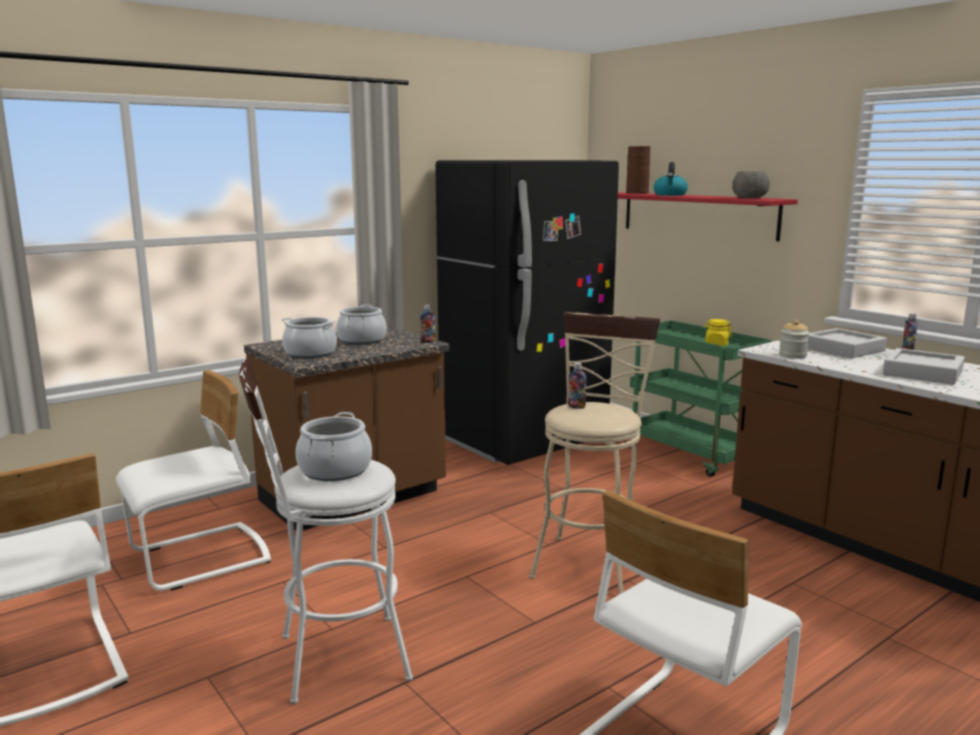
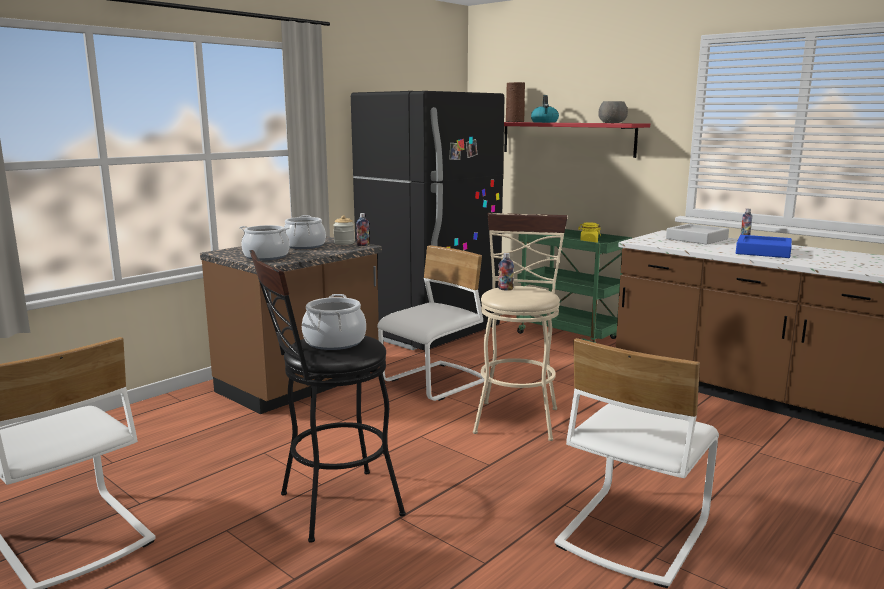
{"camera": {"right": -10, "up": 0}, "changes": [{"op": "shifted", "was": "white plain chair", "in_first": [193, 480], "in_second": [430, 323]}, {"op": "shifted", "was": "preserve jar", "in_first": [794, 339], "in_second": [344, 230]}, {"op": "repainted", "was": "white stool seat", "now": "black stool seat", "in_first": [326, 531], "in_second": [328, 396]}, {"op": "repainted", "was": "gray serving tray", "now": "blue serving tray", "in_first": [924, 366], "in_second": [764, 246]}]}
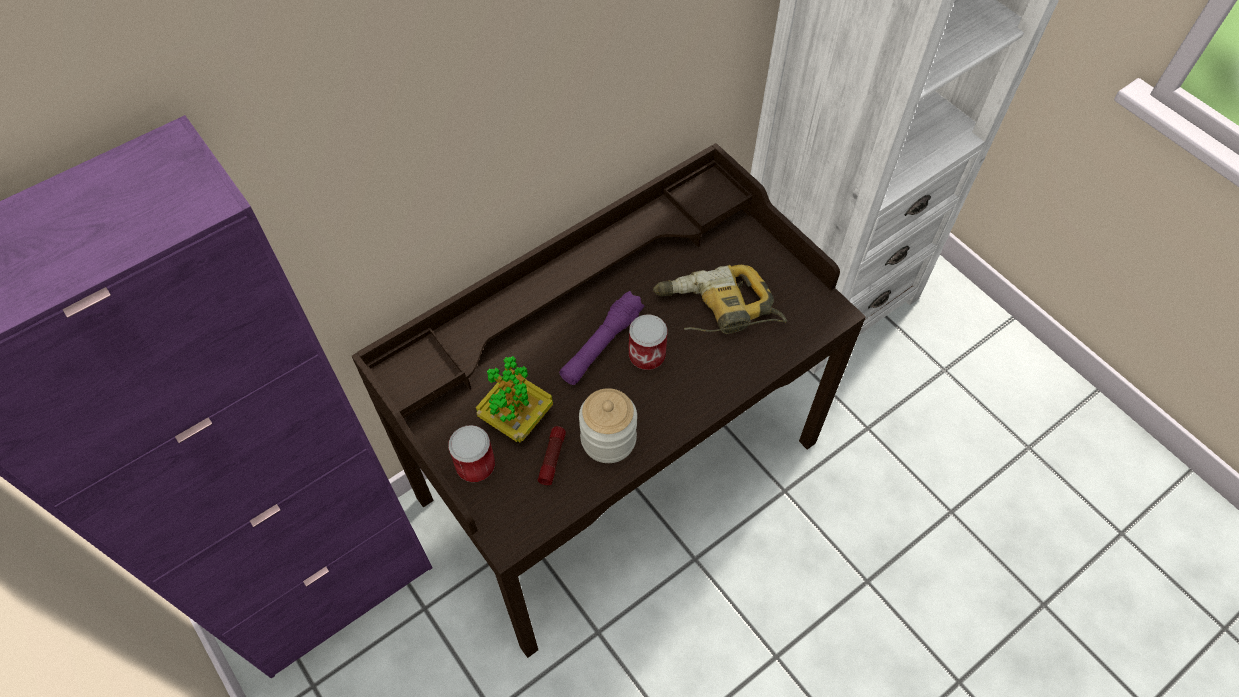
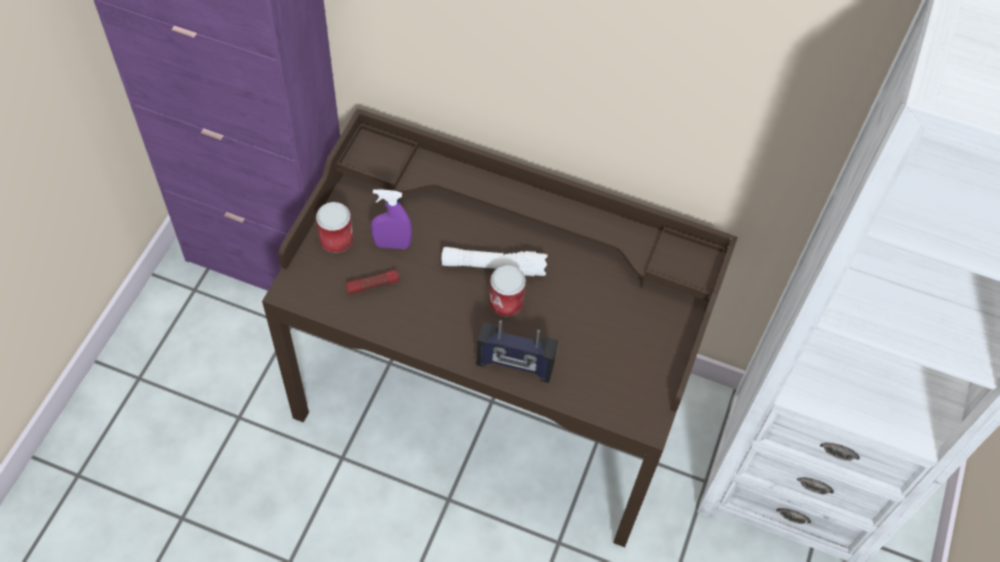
{"camera": {"right": 55, "up": 0}, "changes": [{"op": "gone", "was": "preserve jar", "in_first": [608, 425]}, {"op": "gone", "was": "electric drill", "in_first": [720, 299]}, {"op": "new", "now": "radio set", "in_second": [517, 351]}, {"op": "swapped", "was": "houseplant", "now": "purple sprayer", "in_first": [514, 399], "in_second": [391, 219]}, {"op": "repainted", "was": "purple flashlight", "now": "white flashlight", "in_first": [602, 338], "in_second": [494, 261]}]}
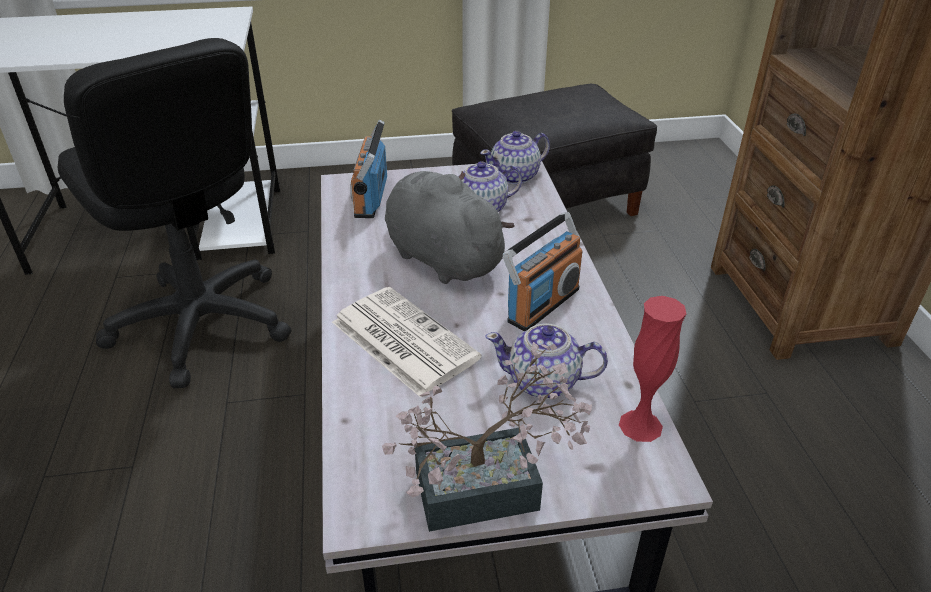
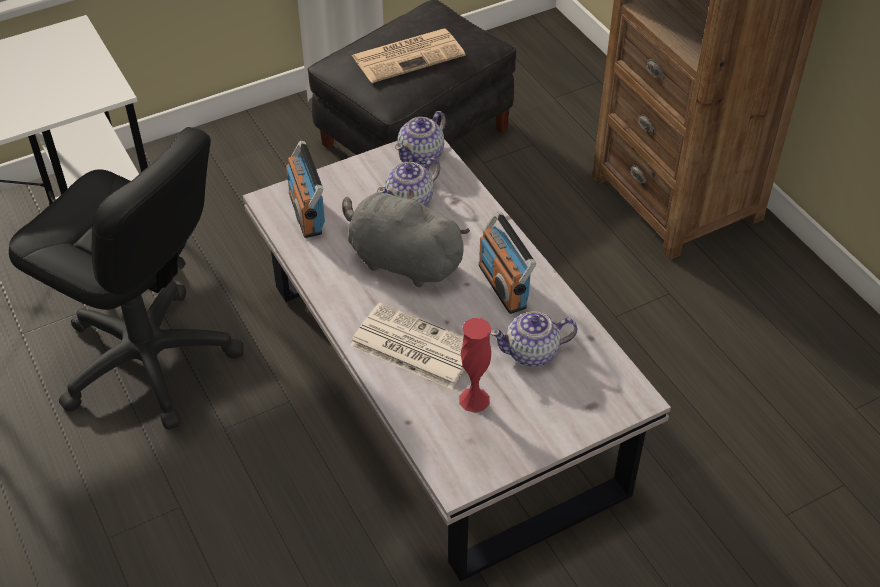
{"camera": {"right": -20, "up": 10}, "changes": [{"op": "gone", "was": "houseplant", "in_first": [487, 437]}, {"op": "new", "now": "daily paper", "in_second": [408, 55]}, {"op": "shifted", "was": "reddish flower vase", "in_first": [652, 369], "in_second": [475, 365]}, {"op": "rotated", "was": "radio set", "in_first": [542, 271], "in_second": [507, 262], "clockwise": 135}]}
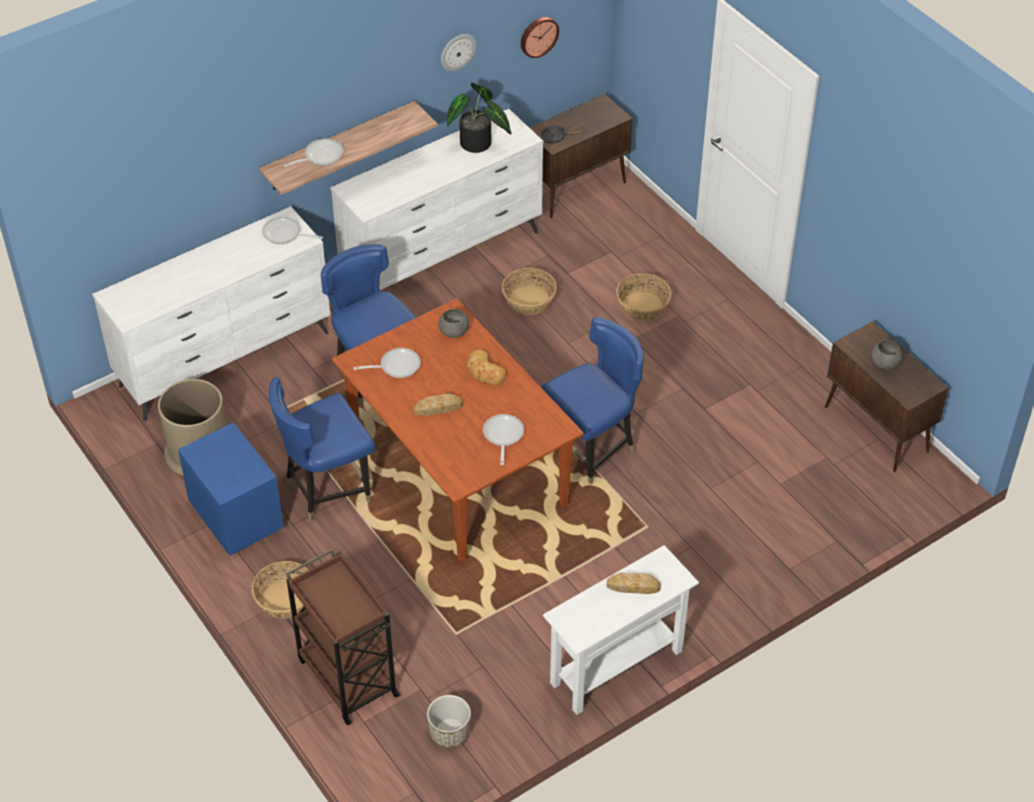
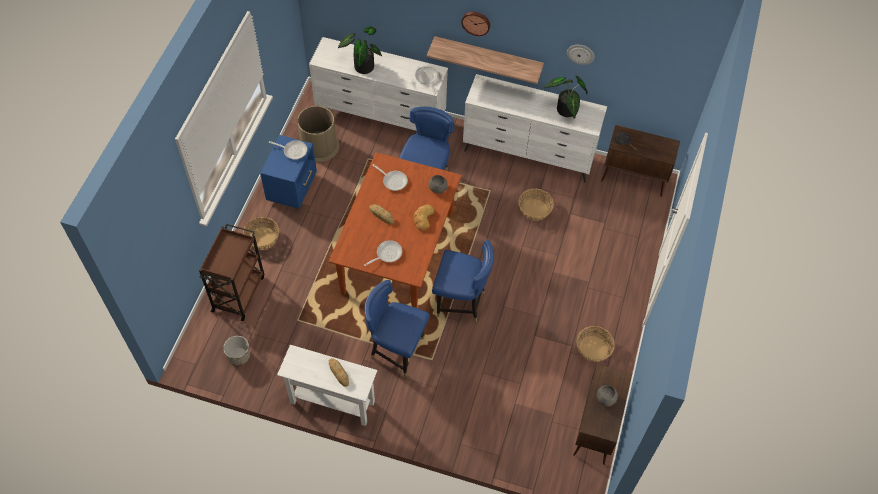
{"camera": {"right": 50, "up": 10}, "changes": [{"op": "new", "now": "houseplant", "in_second": [360, 50]}, {"op": "shifted", "was": "blue plain chair", "in_first": [322, 449], "in_second": [397, 328]}, {"op": "shifted", "was": "pan", "in_first": [314, 153], "in_second": [288, 150]}, {"op": "shifted", "was": "clock on the wall", "in_first": [540, 37], "in_second": [475, 24]}, {"op": "shifted", "was": "storage basket", "in_first": [643, 297], "in_second": [595, 344]}]}
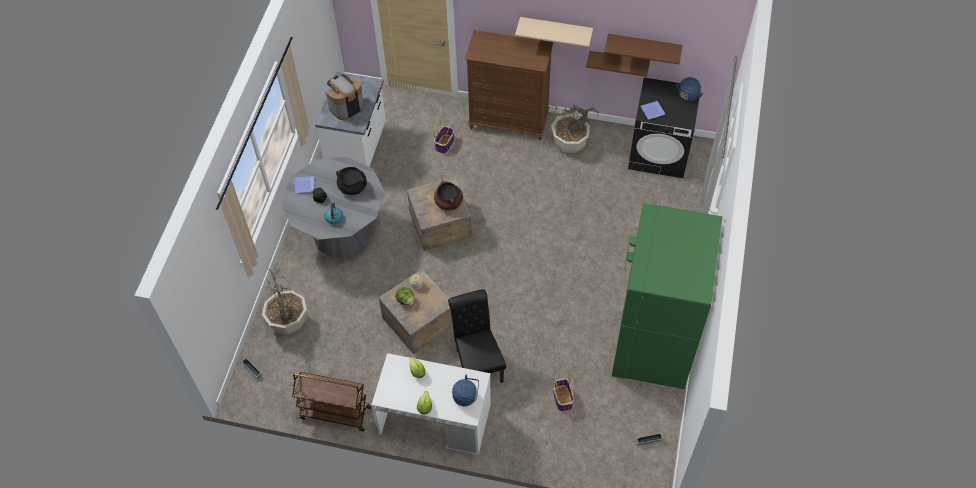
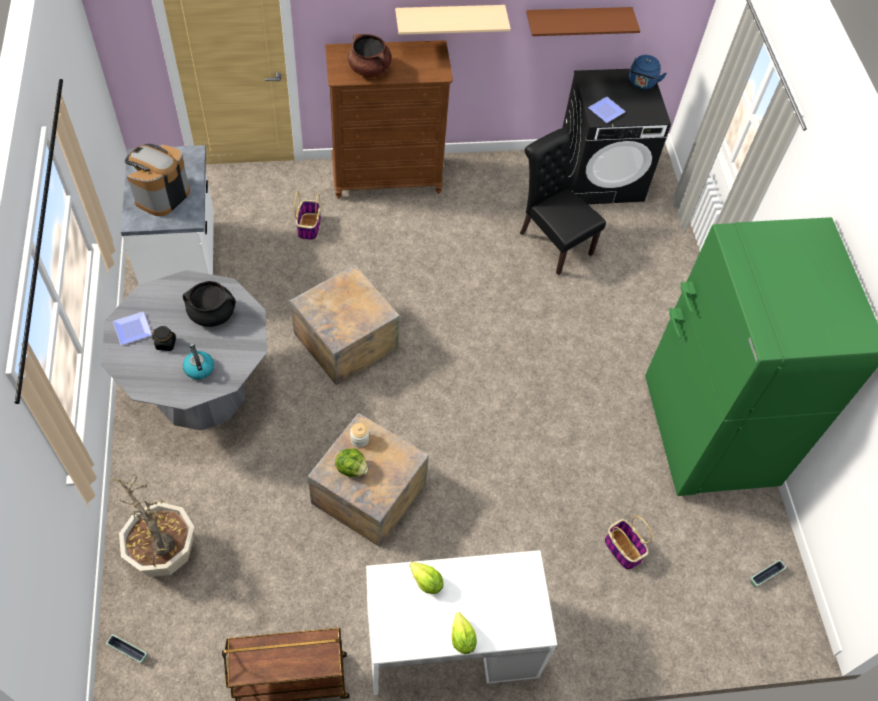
{"camera": {"right": -25, "up": 0}, "changes": [{"op": "gone", "was": "blue water kettle", "in_first": [465, 390]}, {"op": "gone", "was": "houseplant", "in_first": [574, 129]}, {"op": "gone", "was": "brown-coloured bracket shelf", "in_first": [618, 64]}, {"op": "shifted", "was": "brown-coloured saucepot", "in_first": [448, 195], "in_second": [369, 55]}, {"op": "shifted", "was": "black plain chair", "in_first": [477, 336], "in_second": [563, 201]}]}
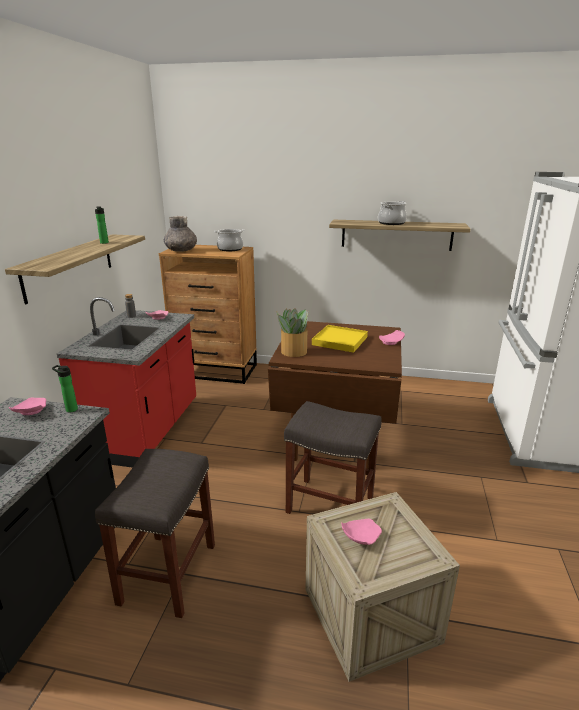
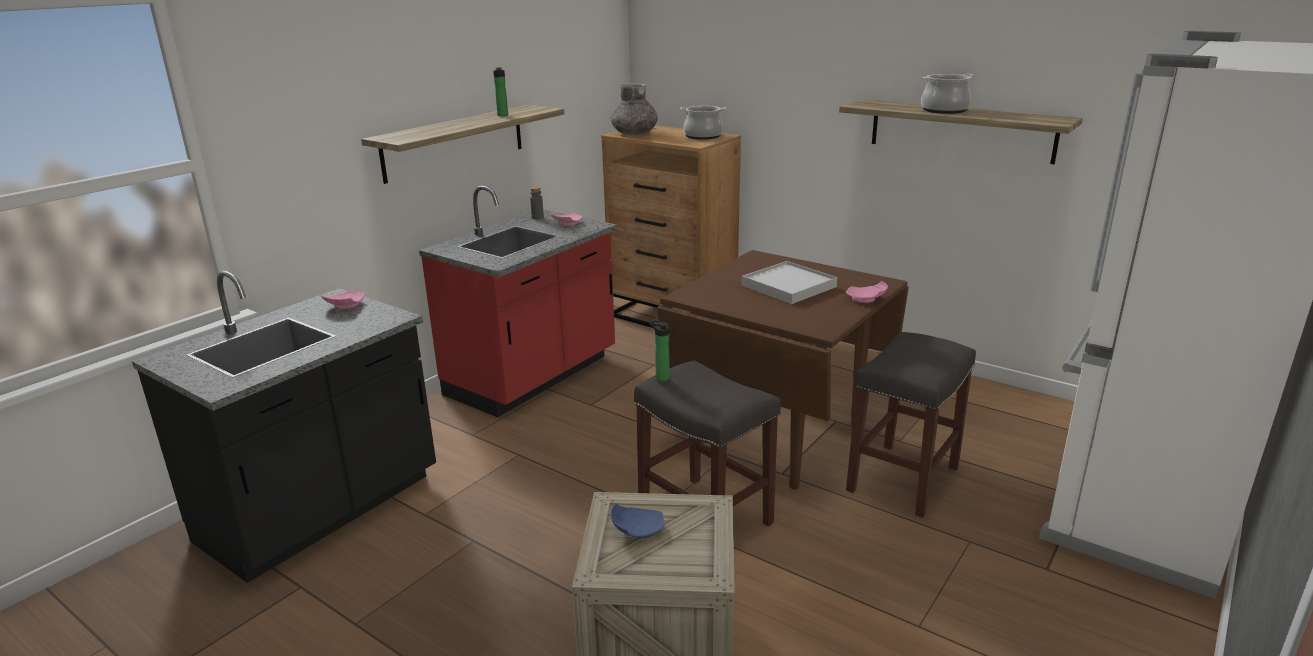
{"camera": {"right": 25, "up": 0}, "changes": [{"op": "gone", "was": "houseplant", "in_first": [292, 332]}, {"op": "shifted", "was": "beverage bottle", "in_first": [65, 388], "in_second": [660, 350]}, {"op": "shifted", "was": "gray stool seat", "in_first": [155, 533], "in_second": [911, 425]}, {"op": "repainted", "was": "yellow serving tray", "now": "white serving tray", "in_first": [340, 339], "in_second": [789, 282]}, {"op": "repainted", "was": "pinkish plate", "now": "blue plate", "in_first": [361, 532], "in_second": [638, 520]}]}
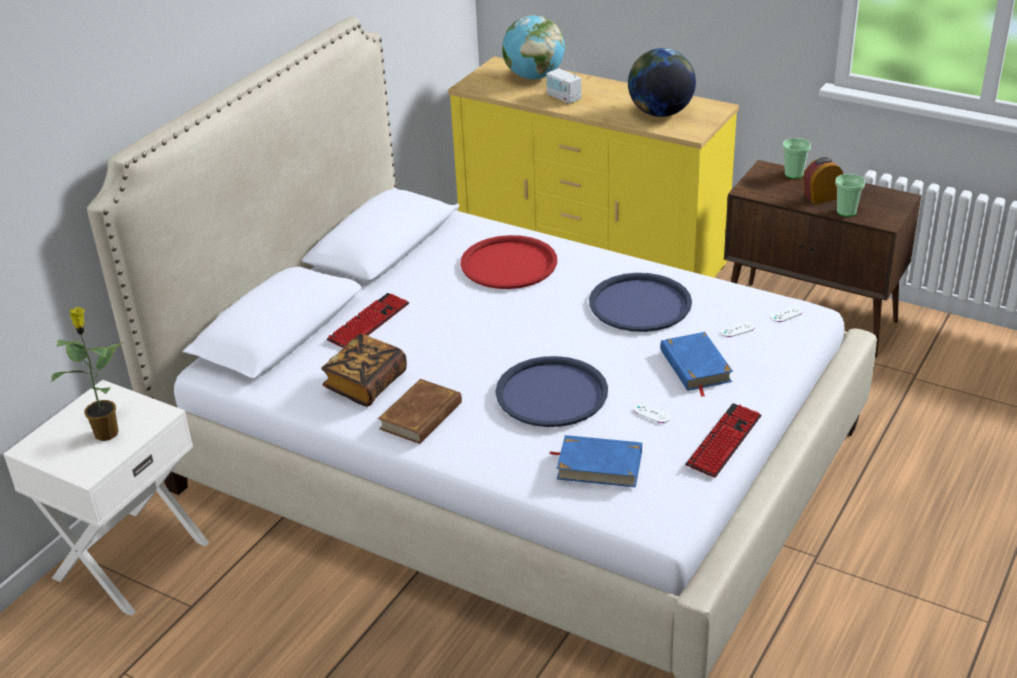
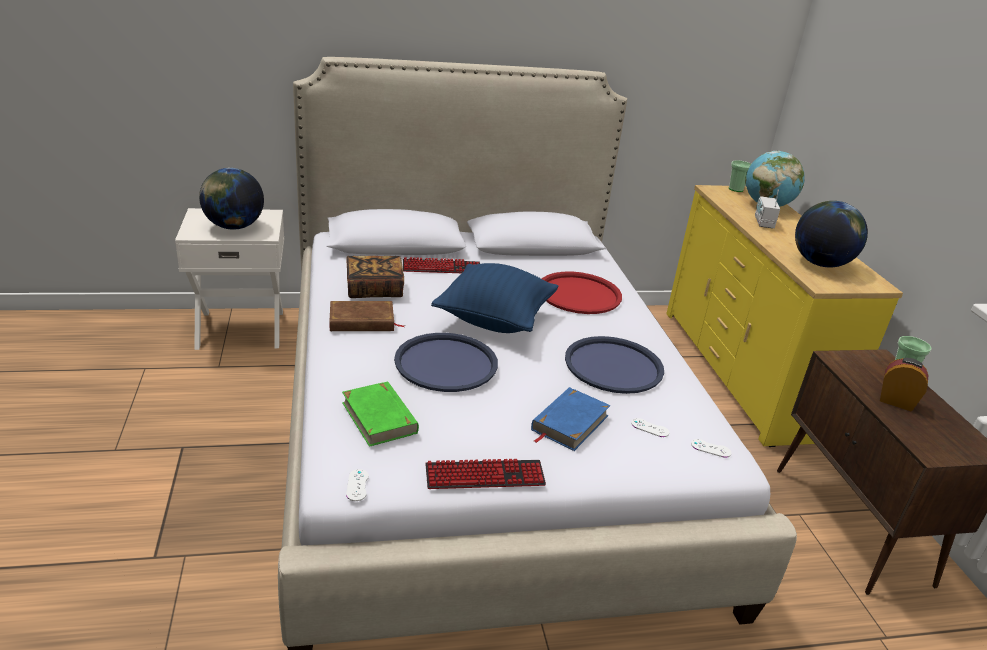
{"camera": {"right": 45, "up": -5}, "changes": [{"op": "new", "now": "blue pillow", "in_second": [494, 298]}, {"op": "shifted", "was": "white joypad", "in_first": [652, 413], "in_second": [357, 485]}, {"op": "shifted", "was": "drinking cup", "in_first": [850, 195], "in_second": [740, 176]}, {"op": "swapped", "was": "houseplant", "now": "globe", "in_first": [87, 374], "in_second": [231, 199]}, {"op": "repainted", "was": "blue book", "now": "greenish book", "in_first": [595, 461], "in_second": [380, 414]}]}
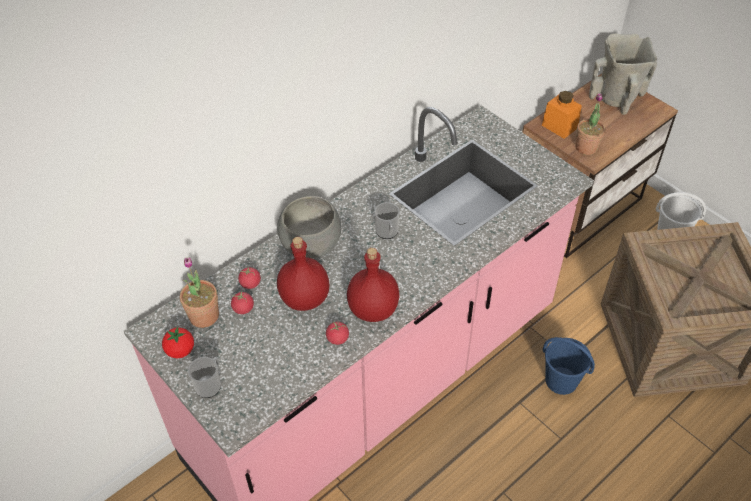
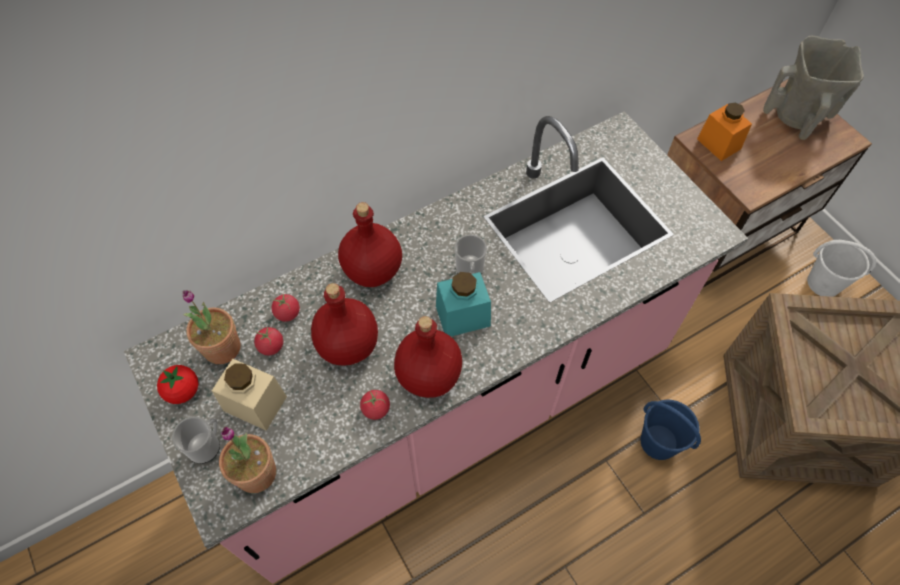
{"camera": {"right": 10, "up": 10}, "changes": [{"op": "new", "now": "sand-coloured preserve jar", "in_second": [249, 395]}, {"op": "new", "now": "turquoise preserve jar", "in_second": [463, 304]}, {"op": "shifted", "was": "houseplant", "in_first": [590, 124], "in_second": [247, 459]}, {"op": "swapped", "was": "gray bowl", "now": "reddish beverage bottle", "in_first": [309, 227], "in_second": [370, 244]}]}
